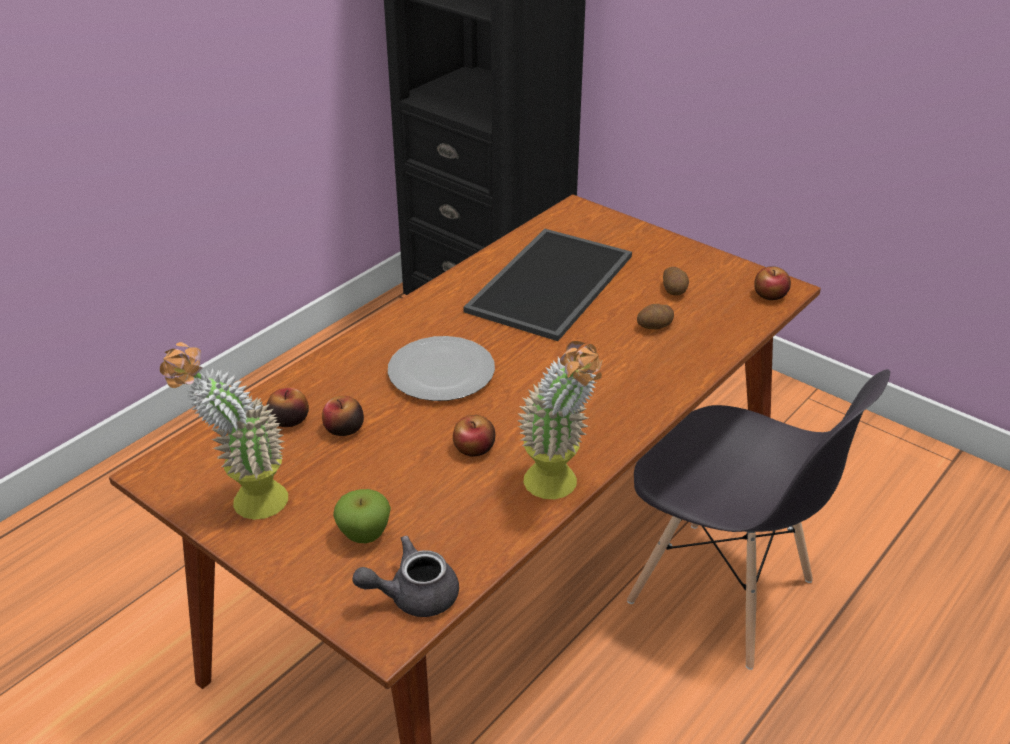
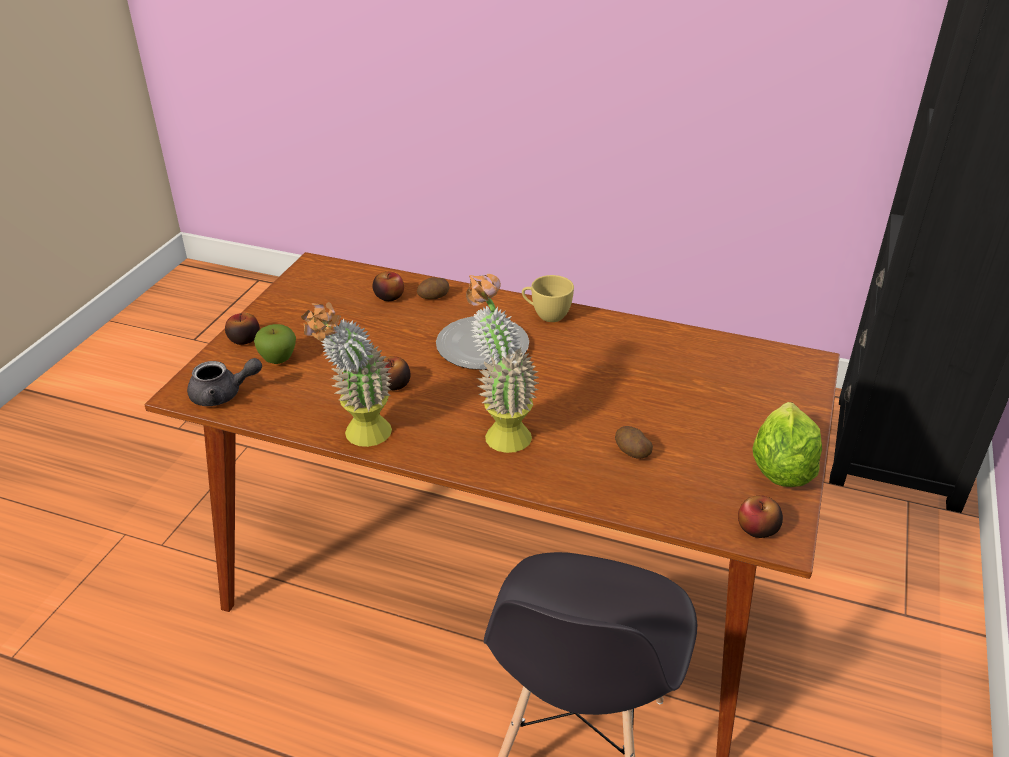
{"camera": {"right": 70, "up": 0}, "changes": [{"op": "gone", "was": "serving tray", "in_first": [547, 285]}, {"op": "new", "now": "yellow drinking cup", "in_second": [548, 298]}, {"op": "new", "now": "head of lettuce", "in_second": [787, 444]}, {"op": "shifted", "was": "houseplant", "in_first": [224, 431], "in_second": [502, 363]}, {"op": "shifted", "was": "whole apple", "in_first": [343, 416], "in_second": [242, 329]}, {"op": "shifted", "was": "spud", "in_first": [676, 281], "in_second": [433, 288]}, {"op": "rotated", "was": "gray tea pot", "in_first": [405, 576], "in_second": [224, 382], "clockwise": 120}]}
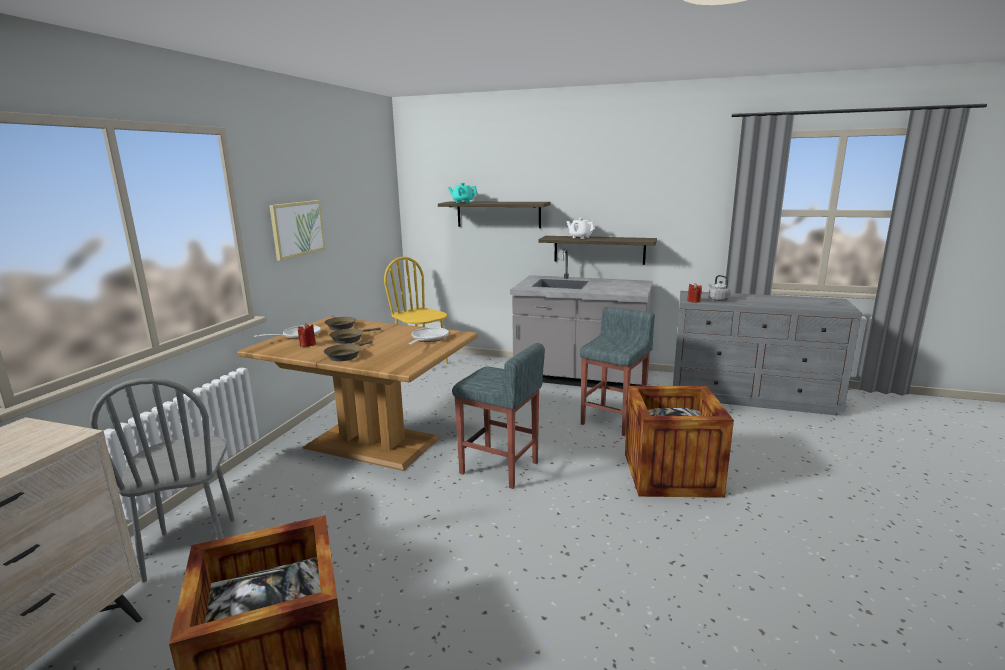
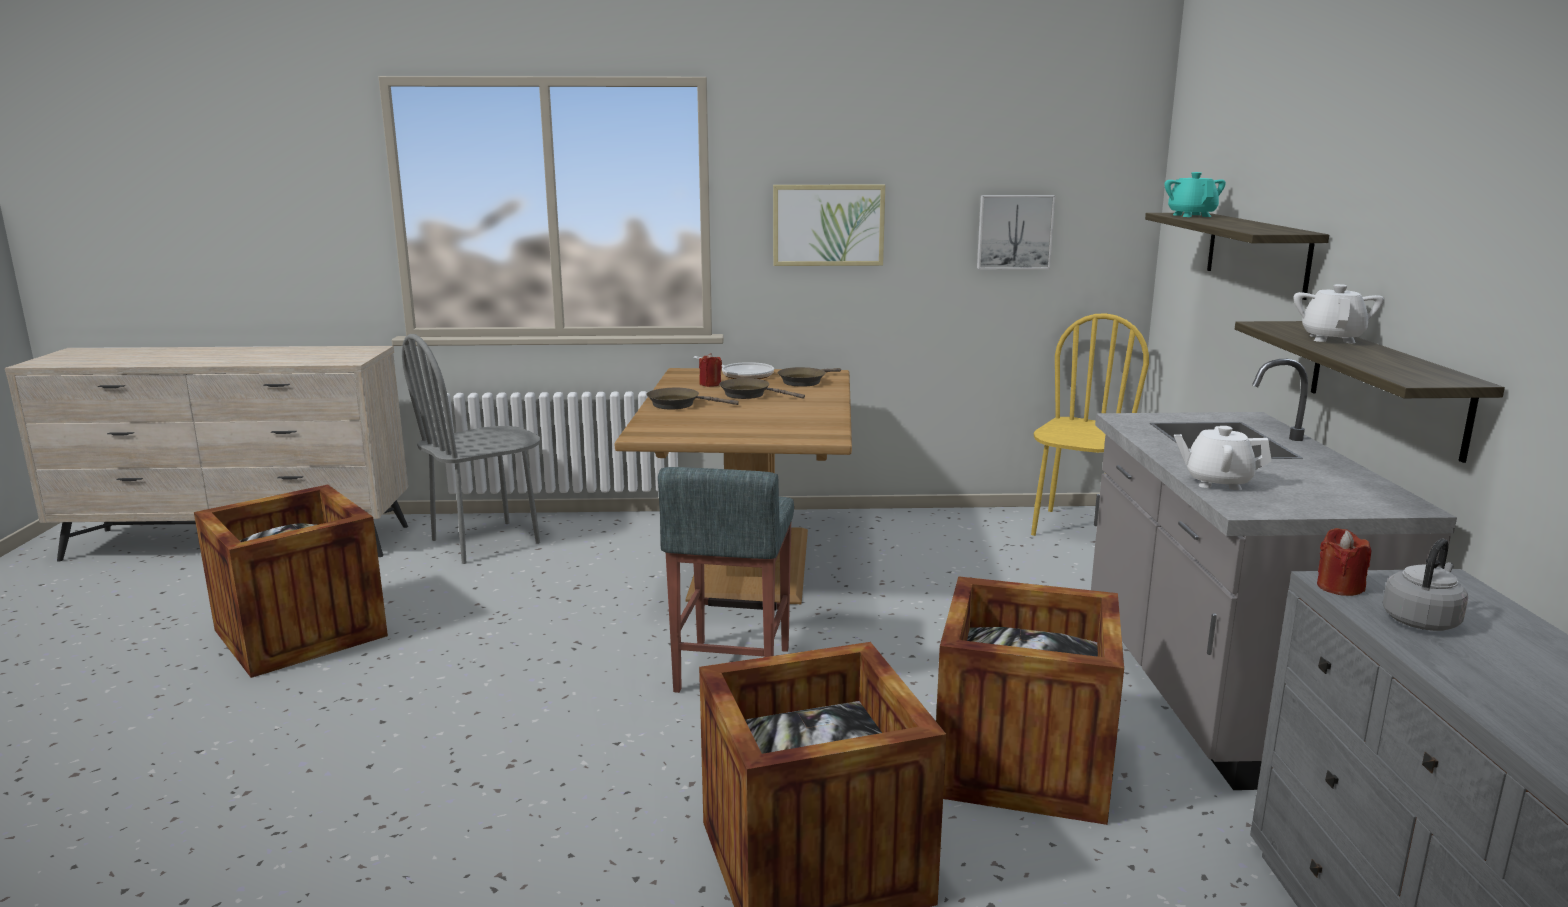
{"camera": {"right": 70, "up": 0}, "changes": [{"op": "gone", "was": "pan", "in_first": [429, 335]}, {"op": "new", "now": "wall picture", "in_second": [1016, 232]}, {"op": "new", "now": "white tea pot", "in_second": [1223, 458]}, {"op": "swapped", "was": "gray stool seat", "now": "packing crate", "in_first": [617, 371], "in_second": [1030, 700]}]}
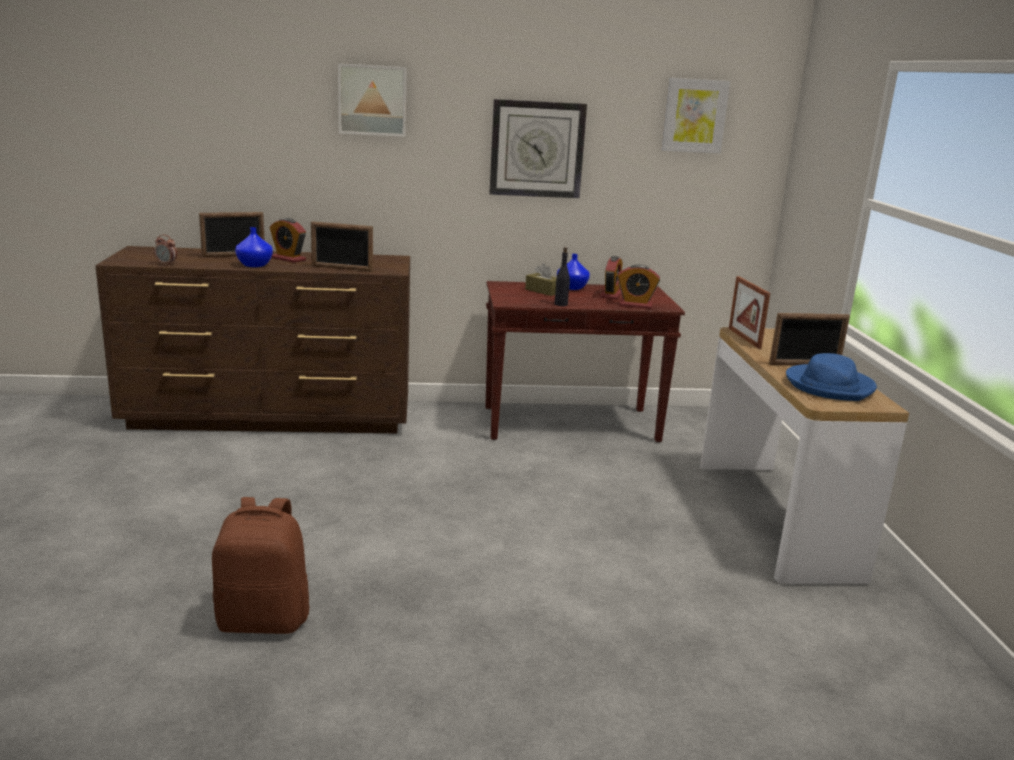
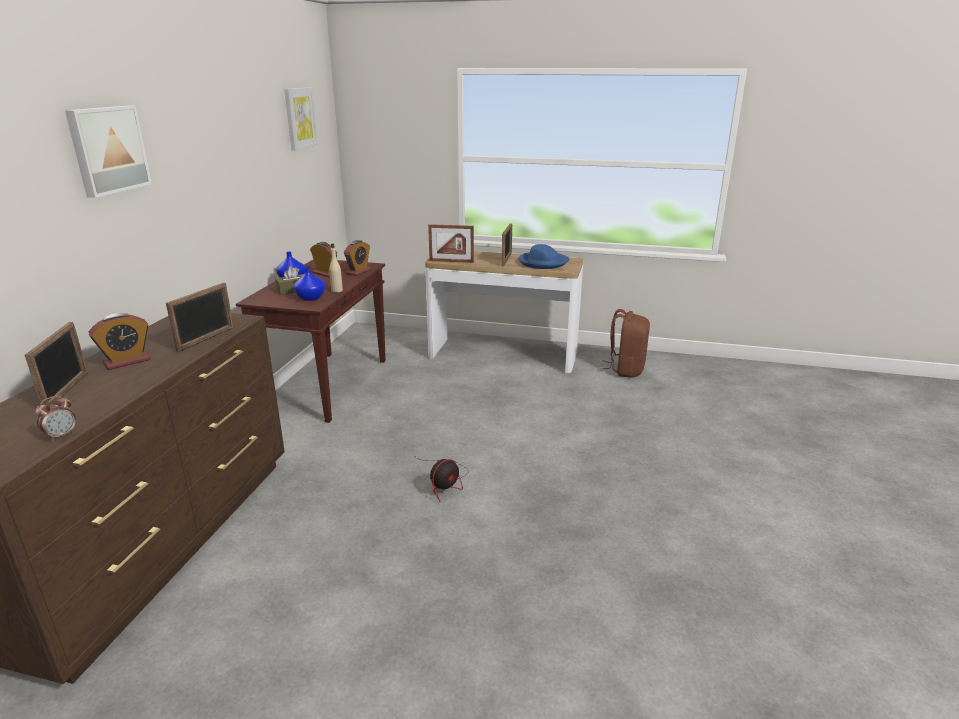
{"camera": {"right": -70, "up": 5}, "changes": [{"op": "gone", "was": "clock on the wall", "in_first": [538, 148]}, {"op": "new", "now": "fan", "in_second": [441, 479]}, {"op": "shifted", "was": "brown-coloured rucksack", "in_first": [261, 565], "in_second": [625, 343]}, {"op": "shifted", "was": "blue flower vase", "in_first": [254, 247], "in_second": [309, 284]}, {"op": "repainted", "was": "black beverage bottle", "now": "sand-coloured beverage bottle", "in_first": [562, 276], "in_second": [336, 268]}]}
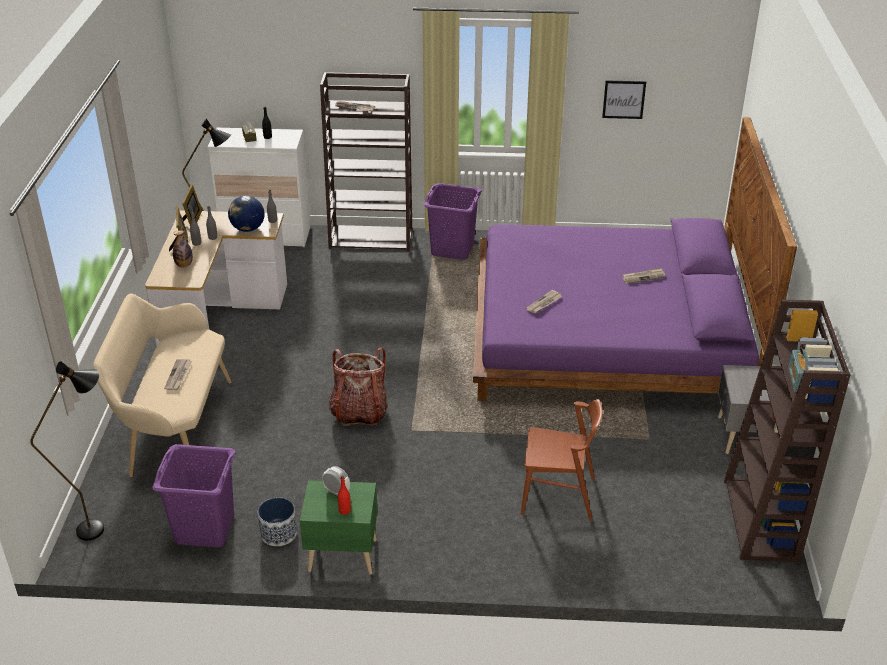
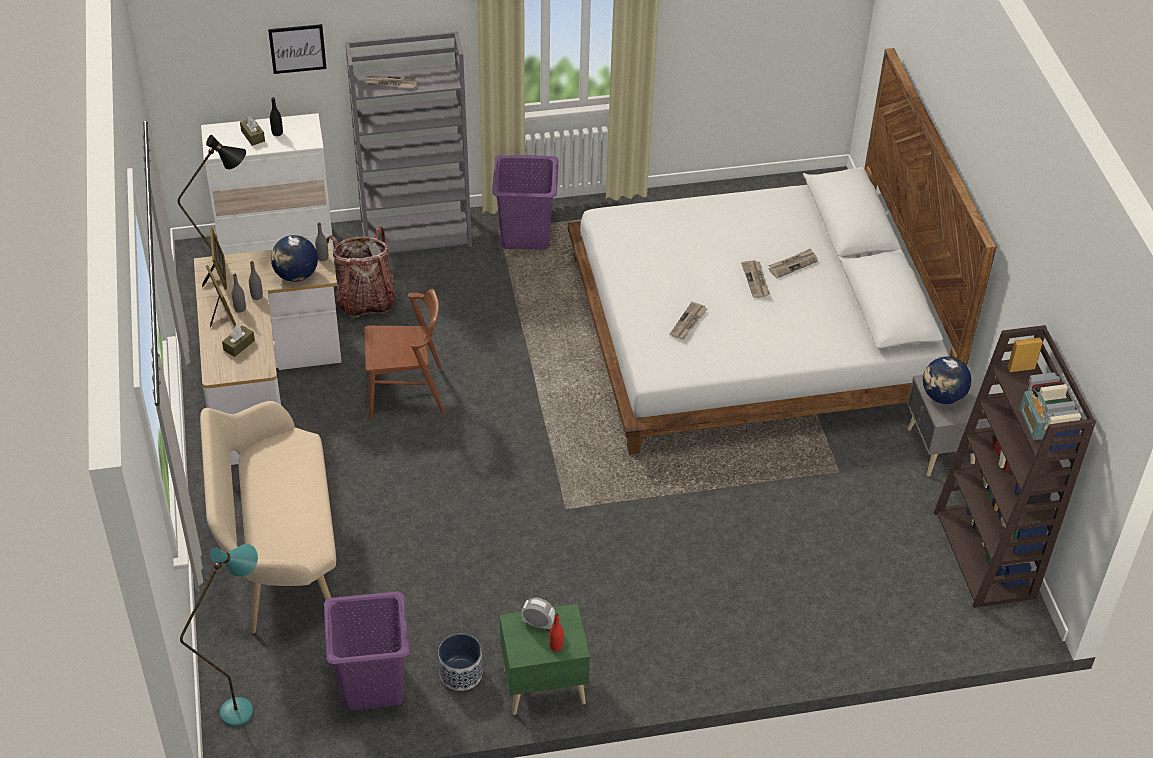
{"camera": {"right": -15, "up": 10}, "changes": [{"op": "new", "now": "globe", "in_second": [947, 380]}, {"op": "shifted", "was": "daily paper", "in_first": [178, 374], "in_second": [755, 279]}, {"op": "shifted", "was": "rucksack", "in_first": [358, 386], "in_second": [361, 272]}, {"op": "shifted", "was": "brown-coloured plain chair", "in_first": [561, 460], "in_second": [405, 354]}, {"op": "shifted", "was": "wall picture", "in_first": [624, 99], "in_second": [297, 49]}, {"op": "swapped", "was": "beverage bottle", "now": "brown-coloured tissue holder", "in_first": [183, 249], "in_second": [238, 341]}, {"op": "repainted", "was": "black floor lamp", "now": "turquoise floor lamp", "in_first": [67, 451], "in_second": [219, 635]}, {"op": "repainted", "was": "brown-coloured bookcase", "now": "gray bookcase", "in_first": [366, 162], "in_second": [408, 142]}, {"op": "repainted", "was": "purple sleeping bed", "now": "white sleeping bed", "in_first": [635, 259], "in_second": [782, 251]}]}
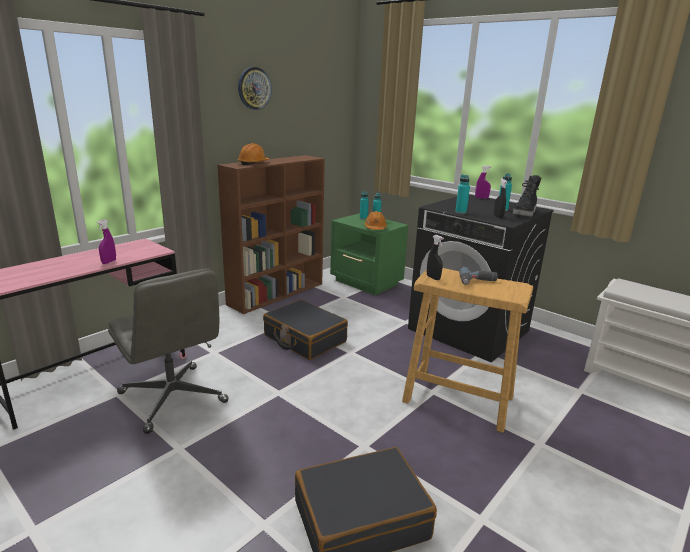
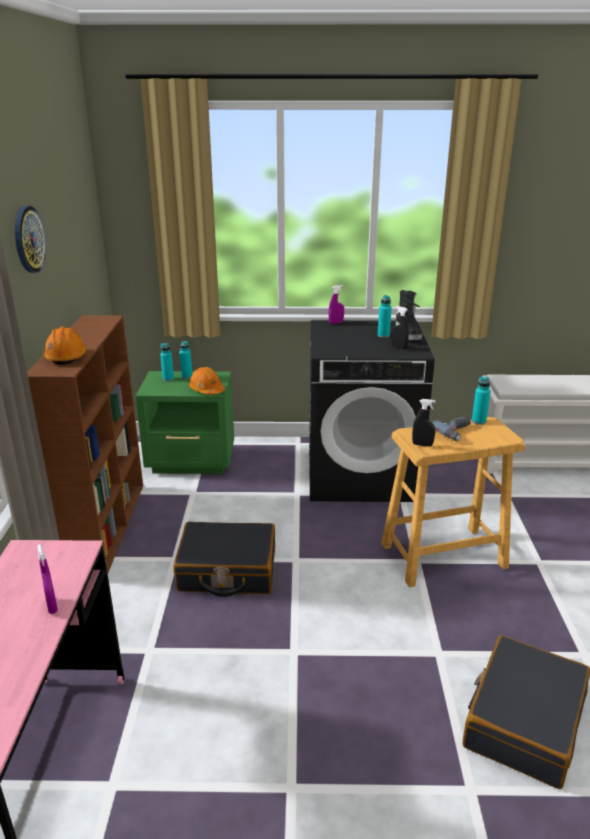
{"camera": {"right": -40, "up": 5}, "changes": [{"op": "gone", "was": "gray desk chair", "in_first": [168, 351]}, {"op": "shifted", "was": "turquoise beverage bottle", "in_first": [462, 194], "in_second": [481, 401]}]}
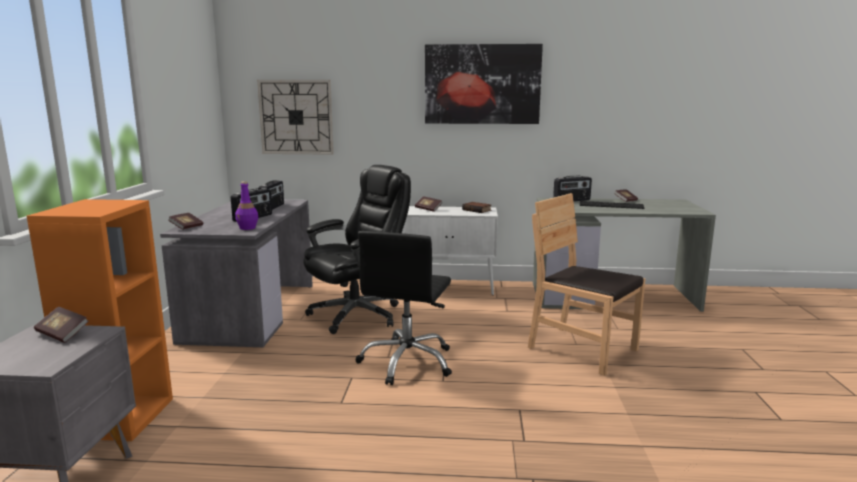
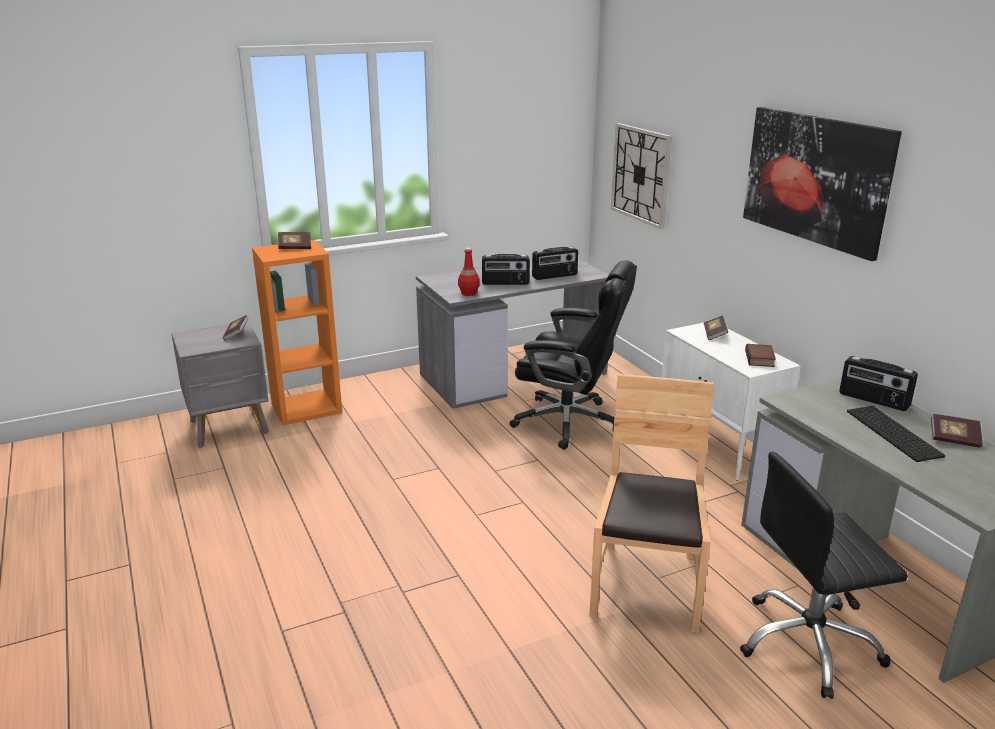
{"camera": {"right": 60, "up": 10}, "changes": [{"op": "shifted", "was": "book", "in_first": [185, 221], "in_second": [294, 240]}, {"op": "shifted", "was": "black desk chair", "in_first": [404, 308], "in_second": [824, 575]}, {"op": "repainted", "was": "purple beverage bottle", "now": "reddish beverage bottle", "in_first": [246, 205], "in_second": [469, 272]}]}
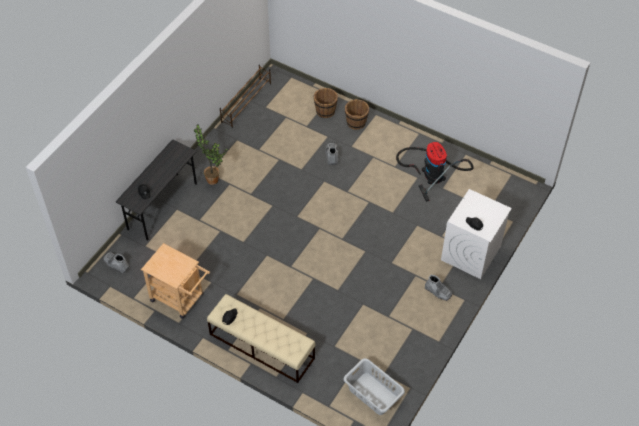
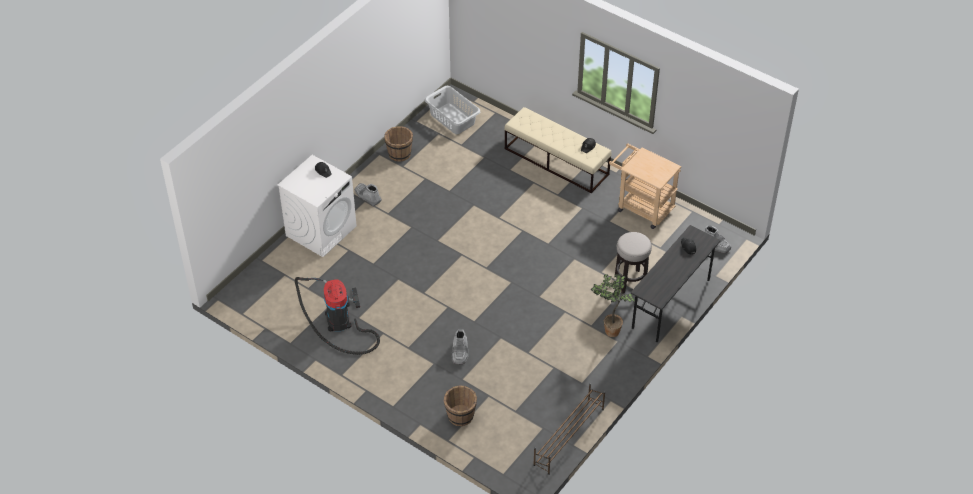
{"camera": {"right": -175, "up": -5}, "changes": [{"op": "new", "now": "stool seat", "in_second": [633, 262]}, {"op": "shifted", "was": "brown-coloured pail", "in_first": [357, 114], "in_second": [398, 144]}]}
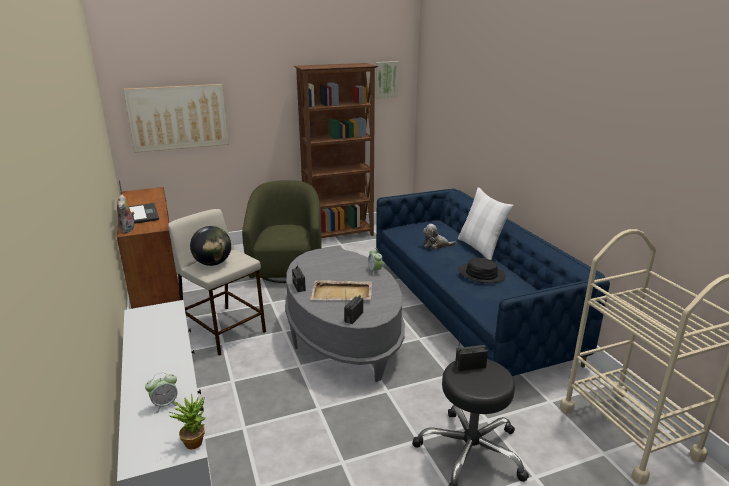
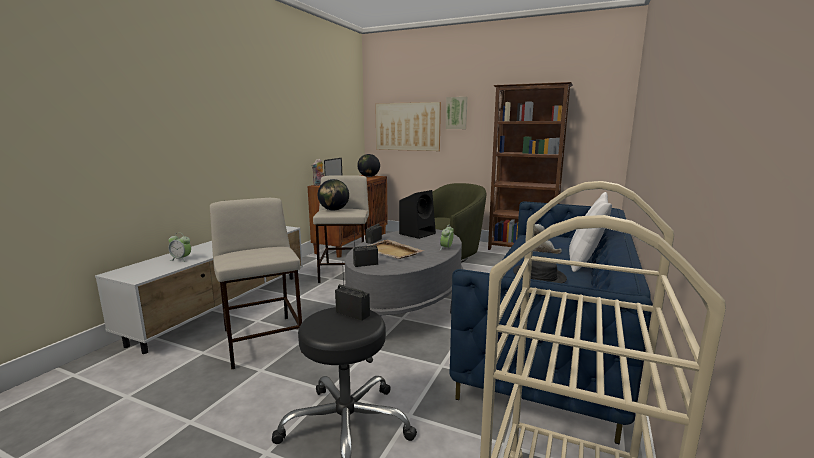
{"camera": {"right": 45, "up": -10}, "changes": [{"op": "gone", "was": "houseplant", "in_first": [187, 421]}, {"op": "new", "now": "sand-coloured stool seat", "in_second": [256, 284]}, {"op": "new", "now": "globe", "in_second": [368, 165]}, {"op": "new", "now": "black audio speaker", "in_second": [417, 214]}, {"op": "shifted", "was": "wall picture", "in_first": [387, 80], "in_second": [456, 113]}]}
